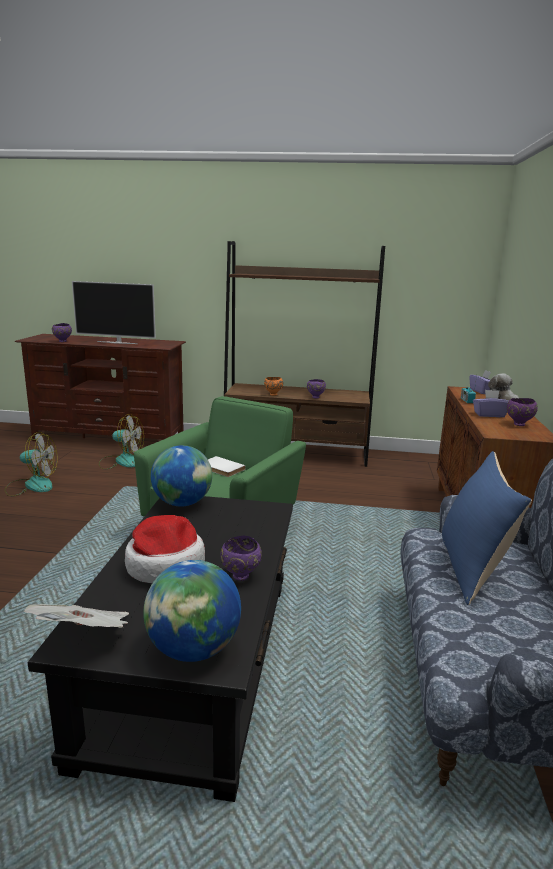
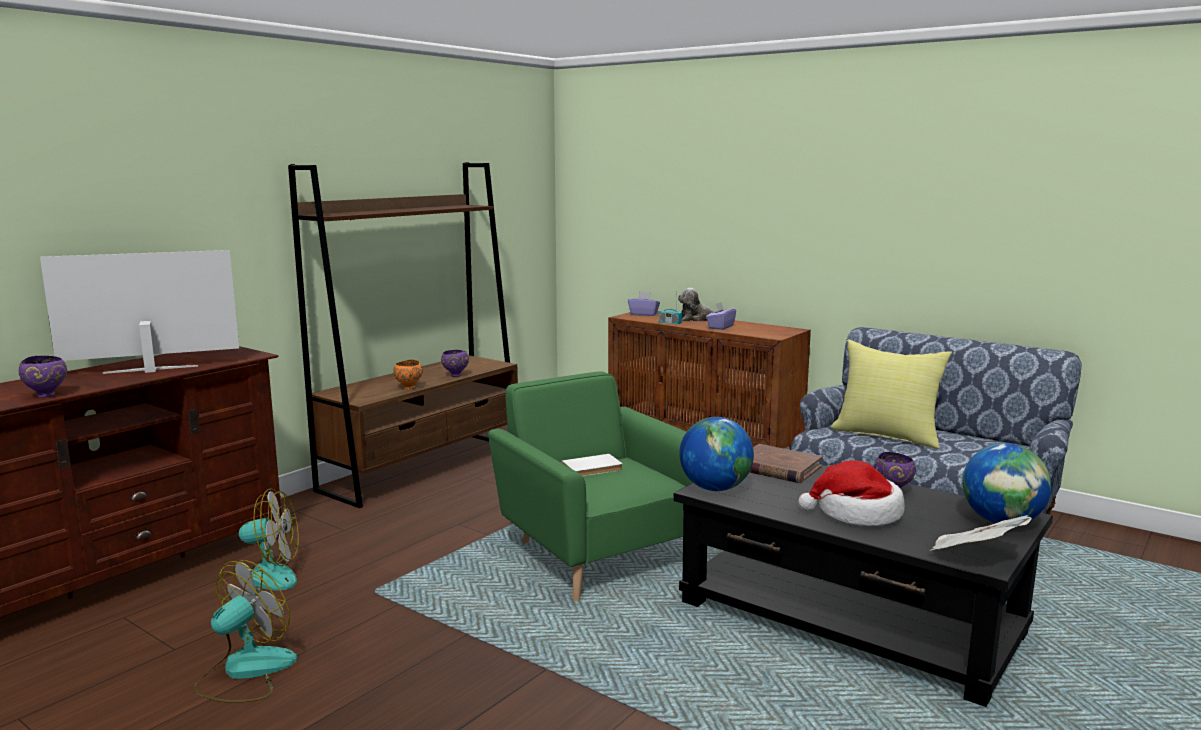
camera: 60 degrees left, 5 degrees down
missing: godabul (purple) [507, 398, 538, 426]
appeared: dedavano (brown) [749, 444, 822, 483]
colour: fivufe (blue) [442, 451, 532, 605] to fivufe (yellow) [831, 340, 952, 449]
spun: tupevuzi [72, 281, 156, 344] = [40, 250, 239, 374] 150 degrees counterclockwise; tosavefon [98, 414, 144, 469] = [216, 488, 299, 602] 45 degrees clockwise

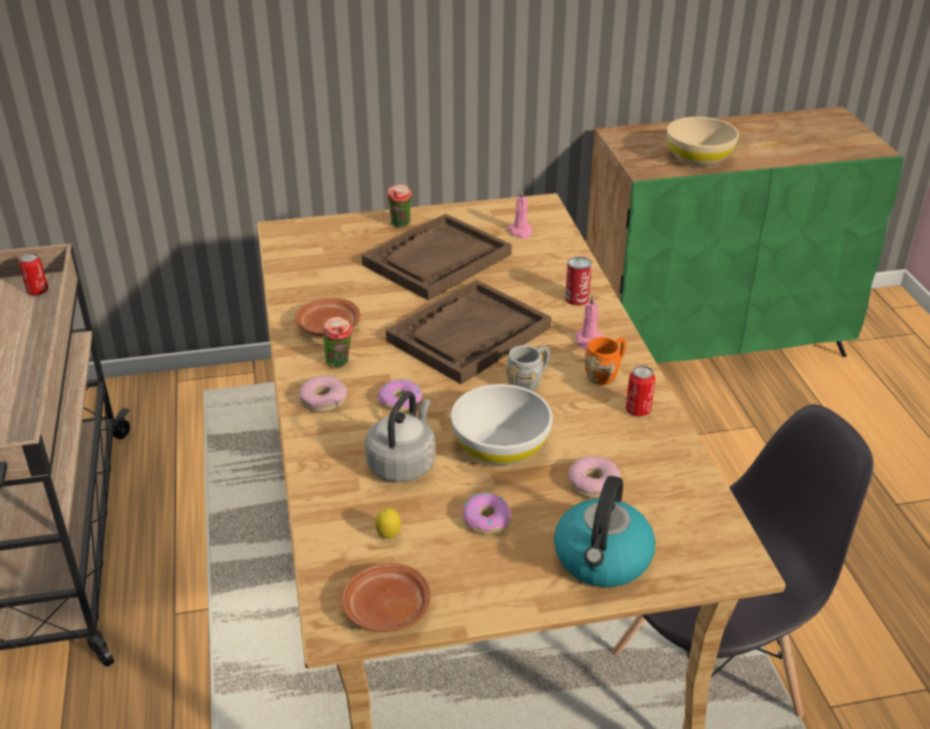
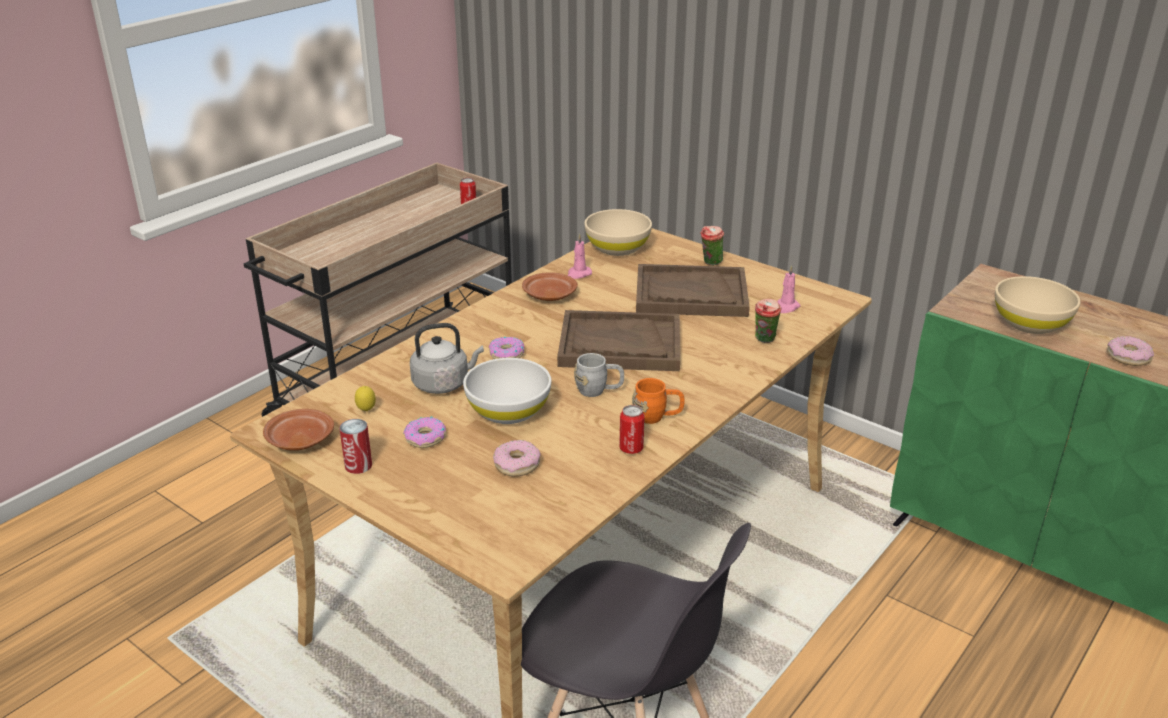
camera: 50 degrees right, 5 degrees down
missing: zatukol [554, 476, 655, 587]
appeared: godabul (beige) [584, 209, 652, 256]
relocated: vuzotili [565, 257, 592, 306] to [339, 419, 372, 474]; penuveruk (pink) [575, 294, 603, 350] to [568, 233, 592, 279]; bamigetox [321, 317, 353, 367] to [755, 299, 782, 343]; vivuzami [299, 376, 347, 412] to [1107, 336, 1154, 366]

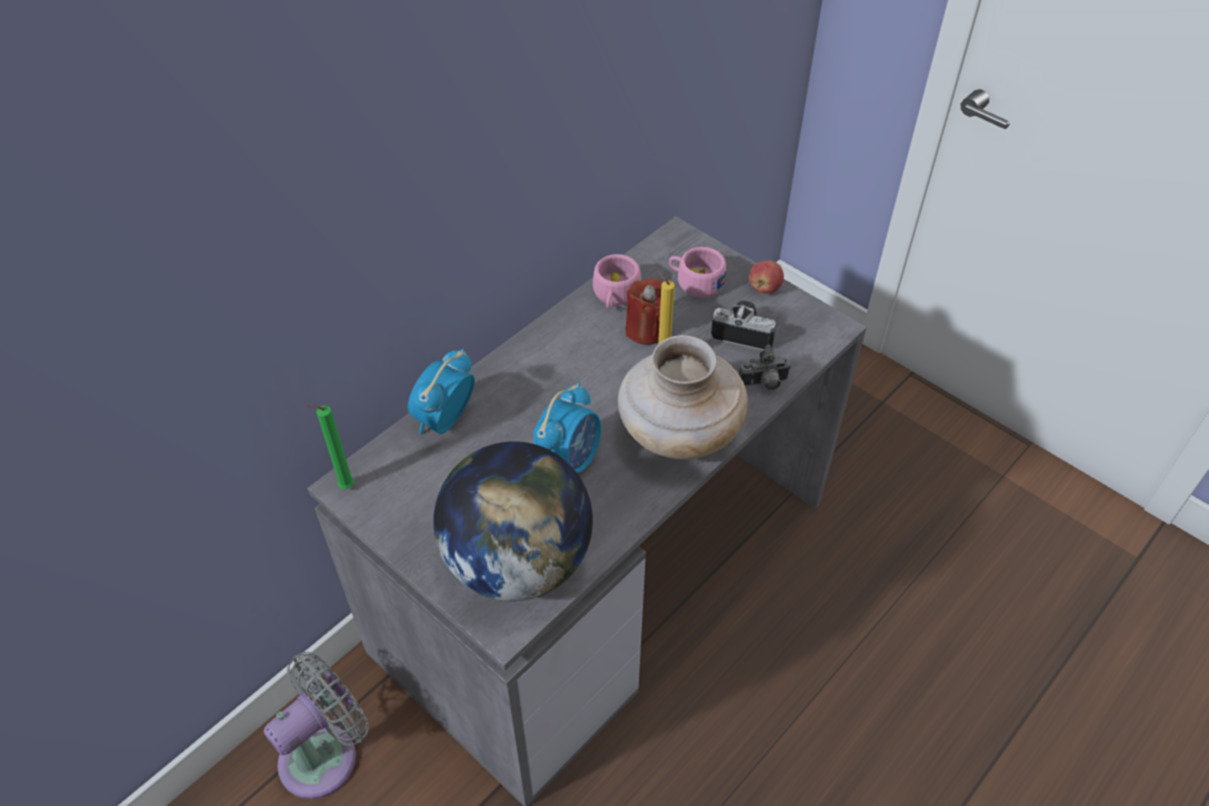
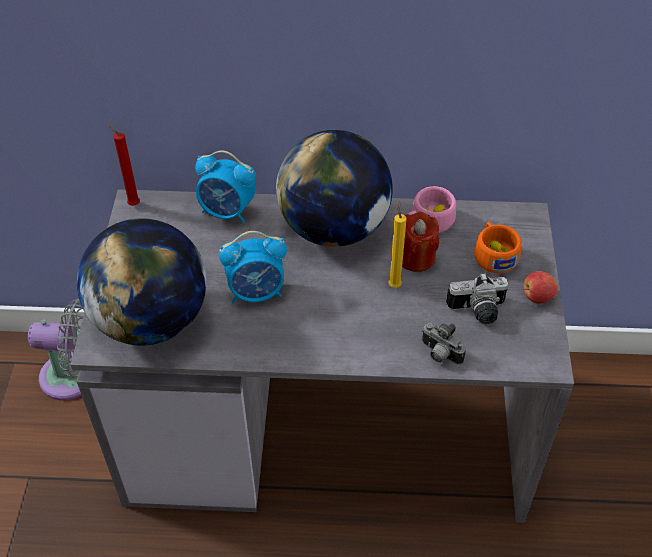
camera: 50 degrees right, 0 degrees up
missing: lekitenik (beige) [618, 335, 748, 459]
appeared: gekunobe [276, 130, 393, 247]
colour: bamigetox (pink) [669, 247, 726, 298] to bamigetox (orange) [474, 222, 522, 273]; penuveruk (green) [306, 404, 354, 489] to penuveruk (red) [108, 123, 140, 206]
spun: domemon [711, 301, 776, 350] = [446, 273, 508, 324] 105 degrees clockwise; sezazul [408, 349, 475, 435] = [195, 150, 256, 223] 150 degrees counterclockwise

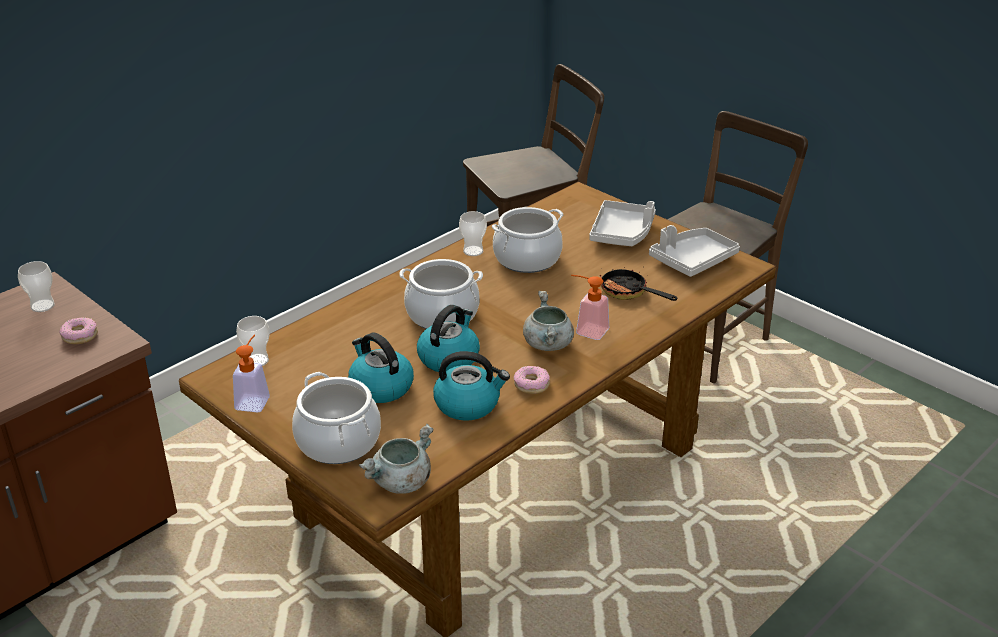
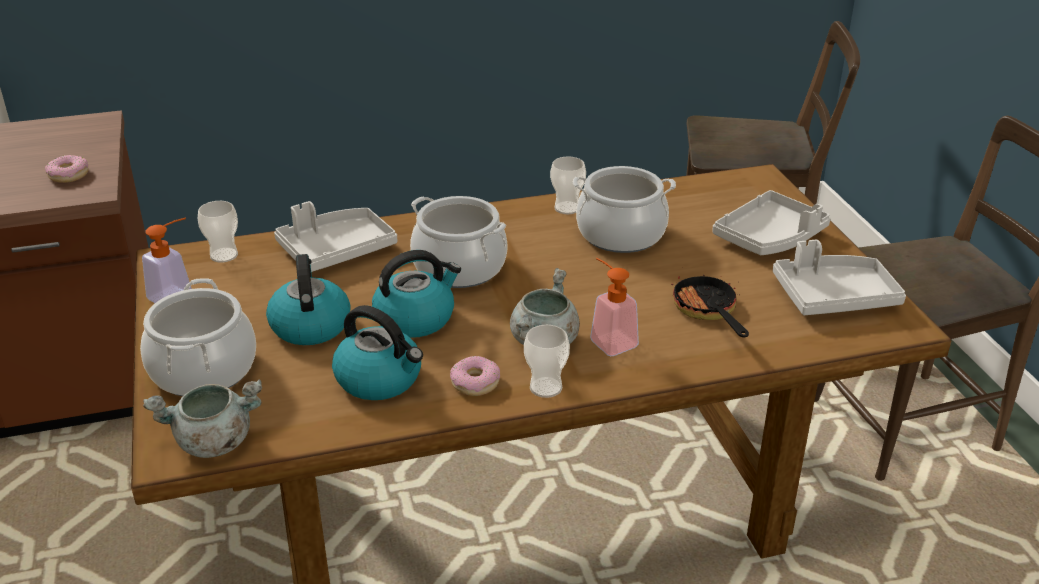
camera: 30 degrees right, 0 degrees up
appeared: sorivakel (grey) [274, 201, 397, 272]
relocated: bamigetox [18, 261, 55, 312] to [524, 325, 570, 398]

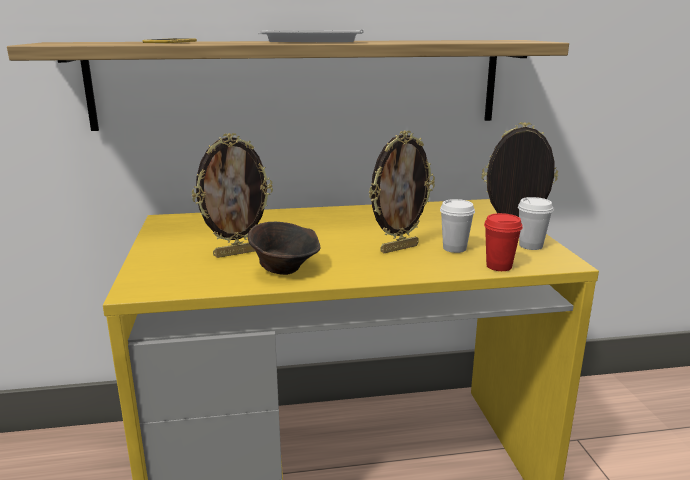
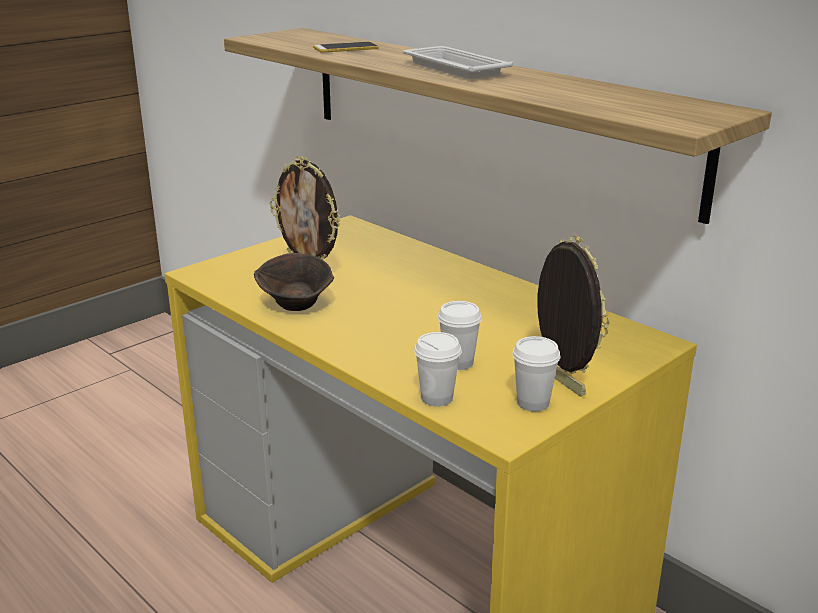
camera: 55 degrees right, 5 degrees up
missing: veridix [368, 130, 435, 253]
colour: bamigetox (red) [484, 213, 523, 271] to bamigetox (white) [414, 332, 462, 407]

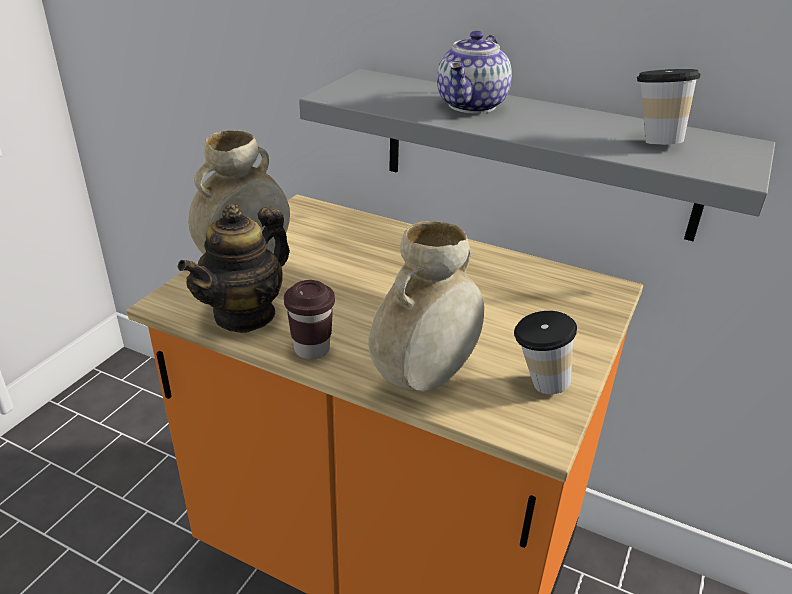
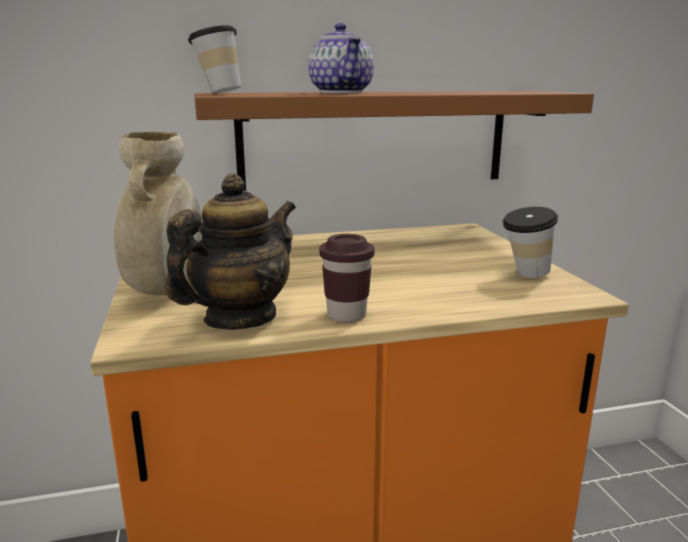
camera: 40 degrees left, 15 degrees down
missing: lekitenik (beige) [368, 221, 484, 392]
relocated: bamigetox [637, 69, 701, 145] to [188, 25, 241, 93]
colour: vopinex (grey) [299, 69, 775, 241] to vopinex (brown) [194, 91, 594, 191]
spun: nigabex [178, 204, 290, 333] = [165, 173, 296, 330] 135 degrees counterclockwise

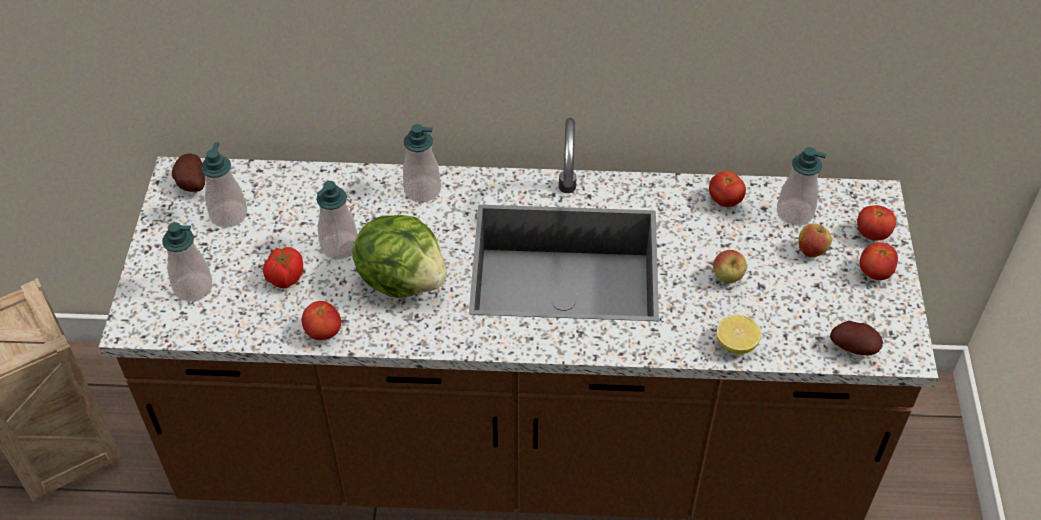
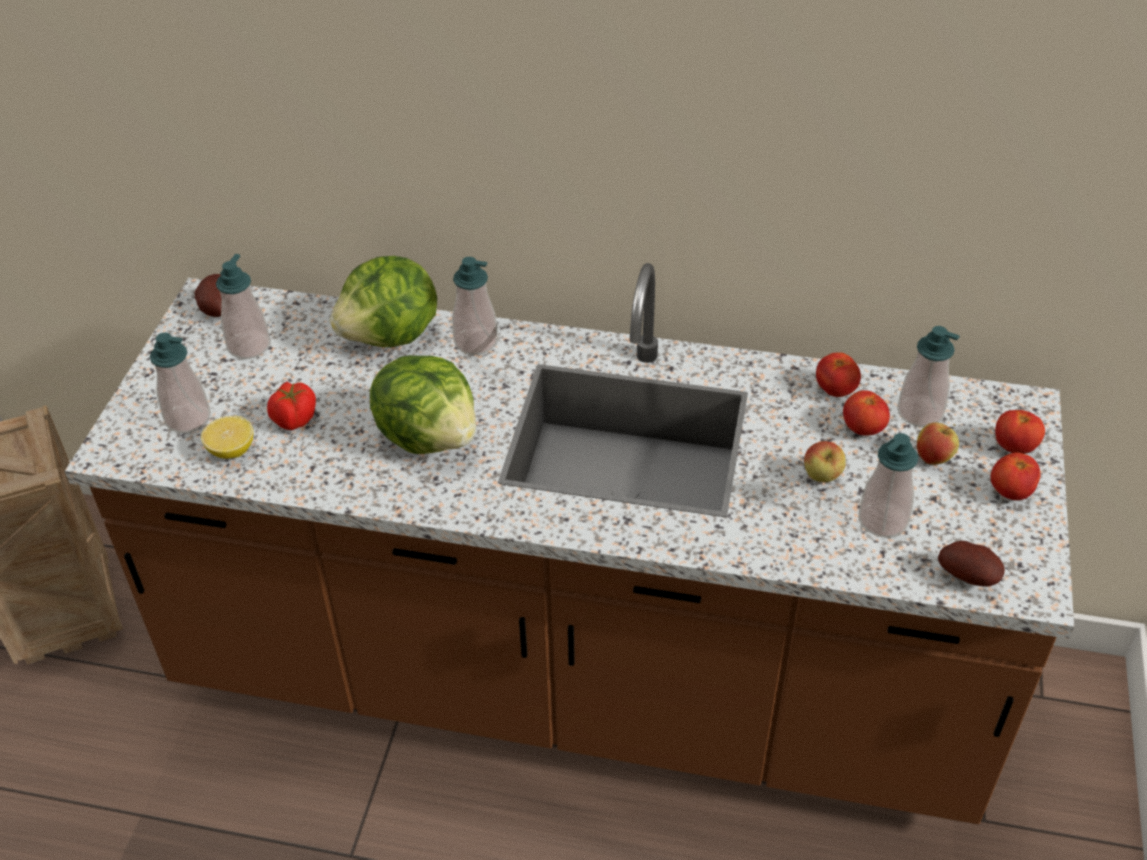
camera: 10 degrees right, 5 degrees down
appeared: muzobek [330, 256, 437, 347]
relocated: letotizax [316, 181, 358, 259] to [858, 433, 918, 538]; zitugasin [302, 301, 341, 340] to [843, 390, 890, 436]; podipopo [717, 315, 761, 354] to [201, 416, 253, 459]

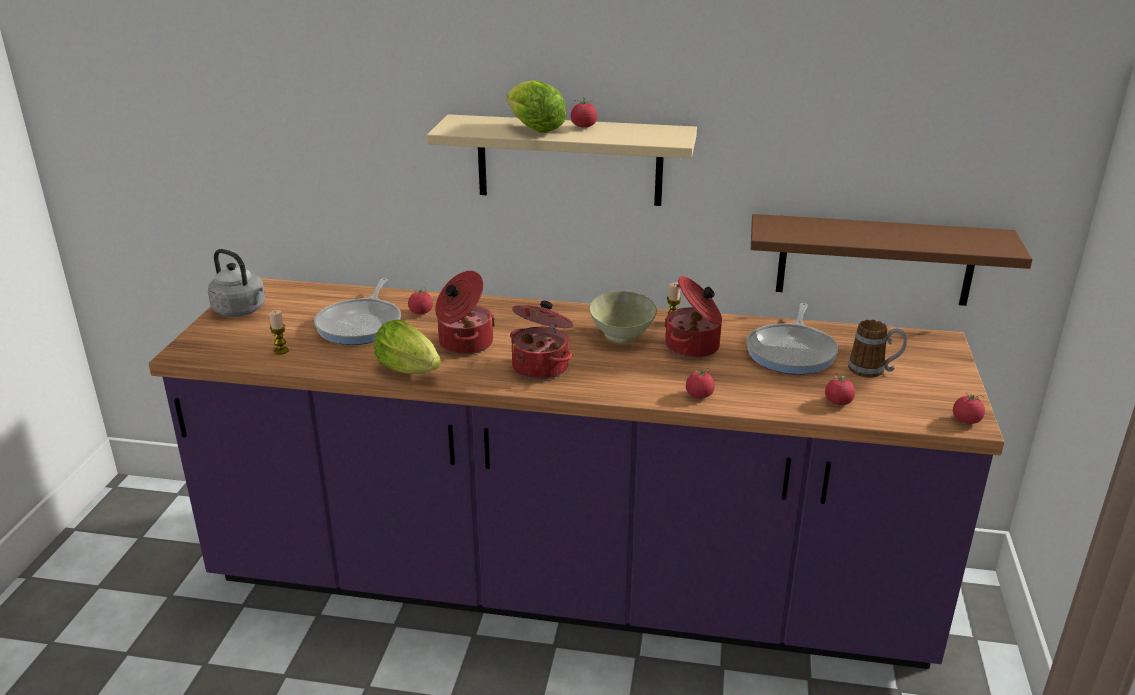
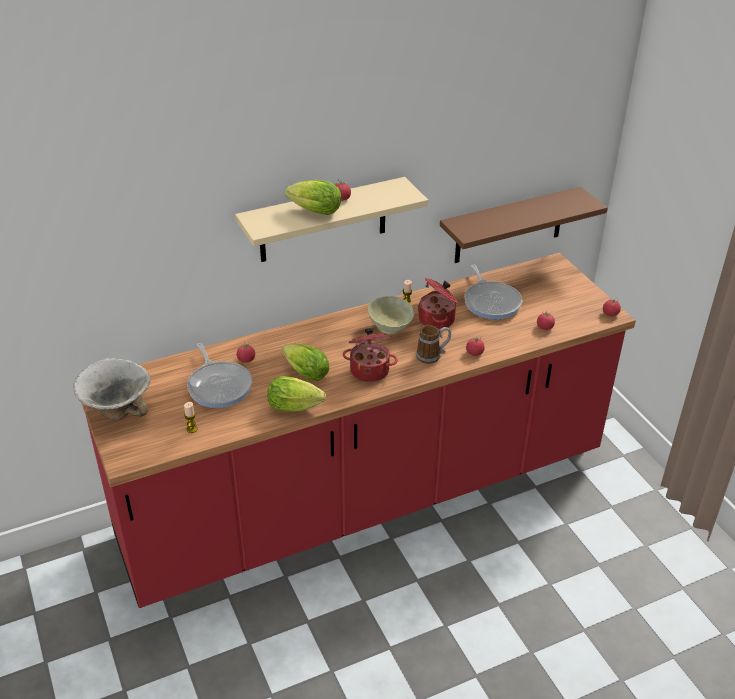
camera: 35 degrees left, 10 degrees up
relocated: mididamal [848, 320, 907, 378] to [416, 325, 451, 364]
exchanged: zatukol (grey) [208, 249, 265, 317] to godabul [73, 358, 150, 421]; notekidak [435, 271, 495, 355] to muzobek [282, 344, 330, 381]
colour: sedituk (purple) [148, 278, 1004, 669] to sedituk (red) [82, 253, 636, 608]

